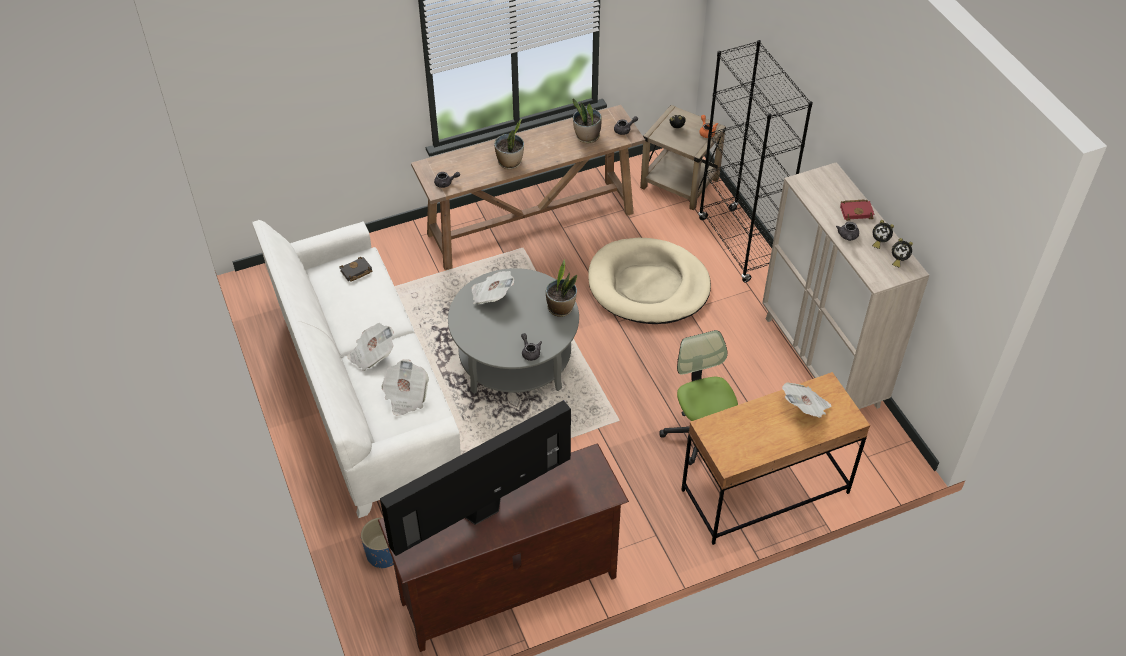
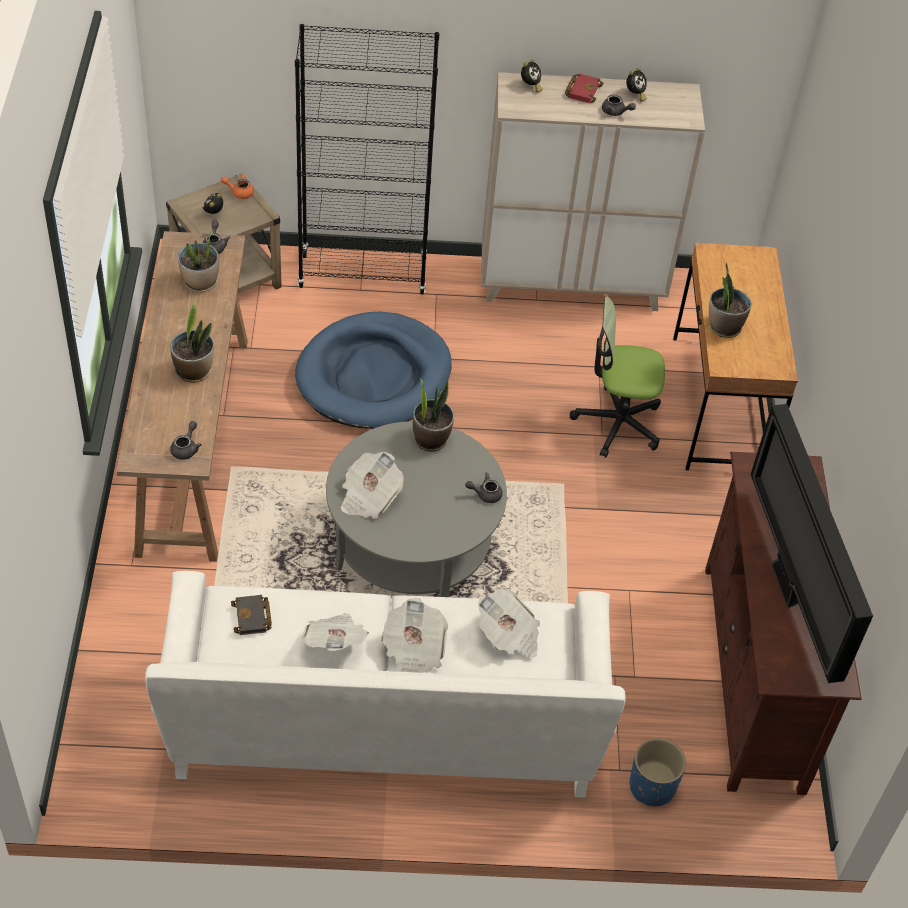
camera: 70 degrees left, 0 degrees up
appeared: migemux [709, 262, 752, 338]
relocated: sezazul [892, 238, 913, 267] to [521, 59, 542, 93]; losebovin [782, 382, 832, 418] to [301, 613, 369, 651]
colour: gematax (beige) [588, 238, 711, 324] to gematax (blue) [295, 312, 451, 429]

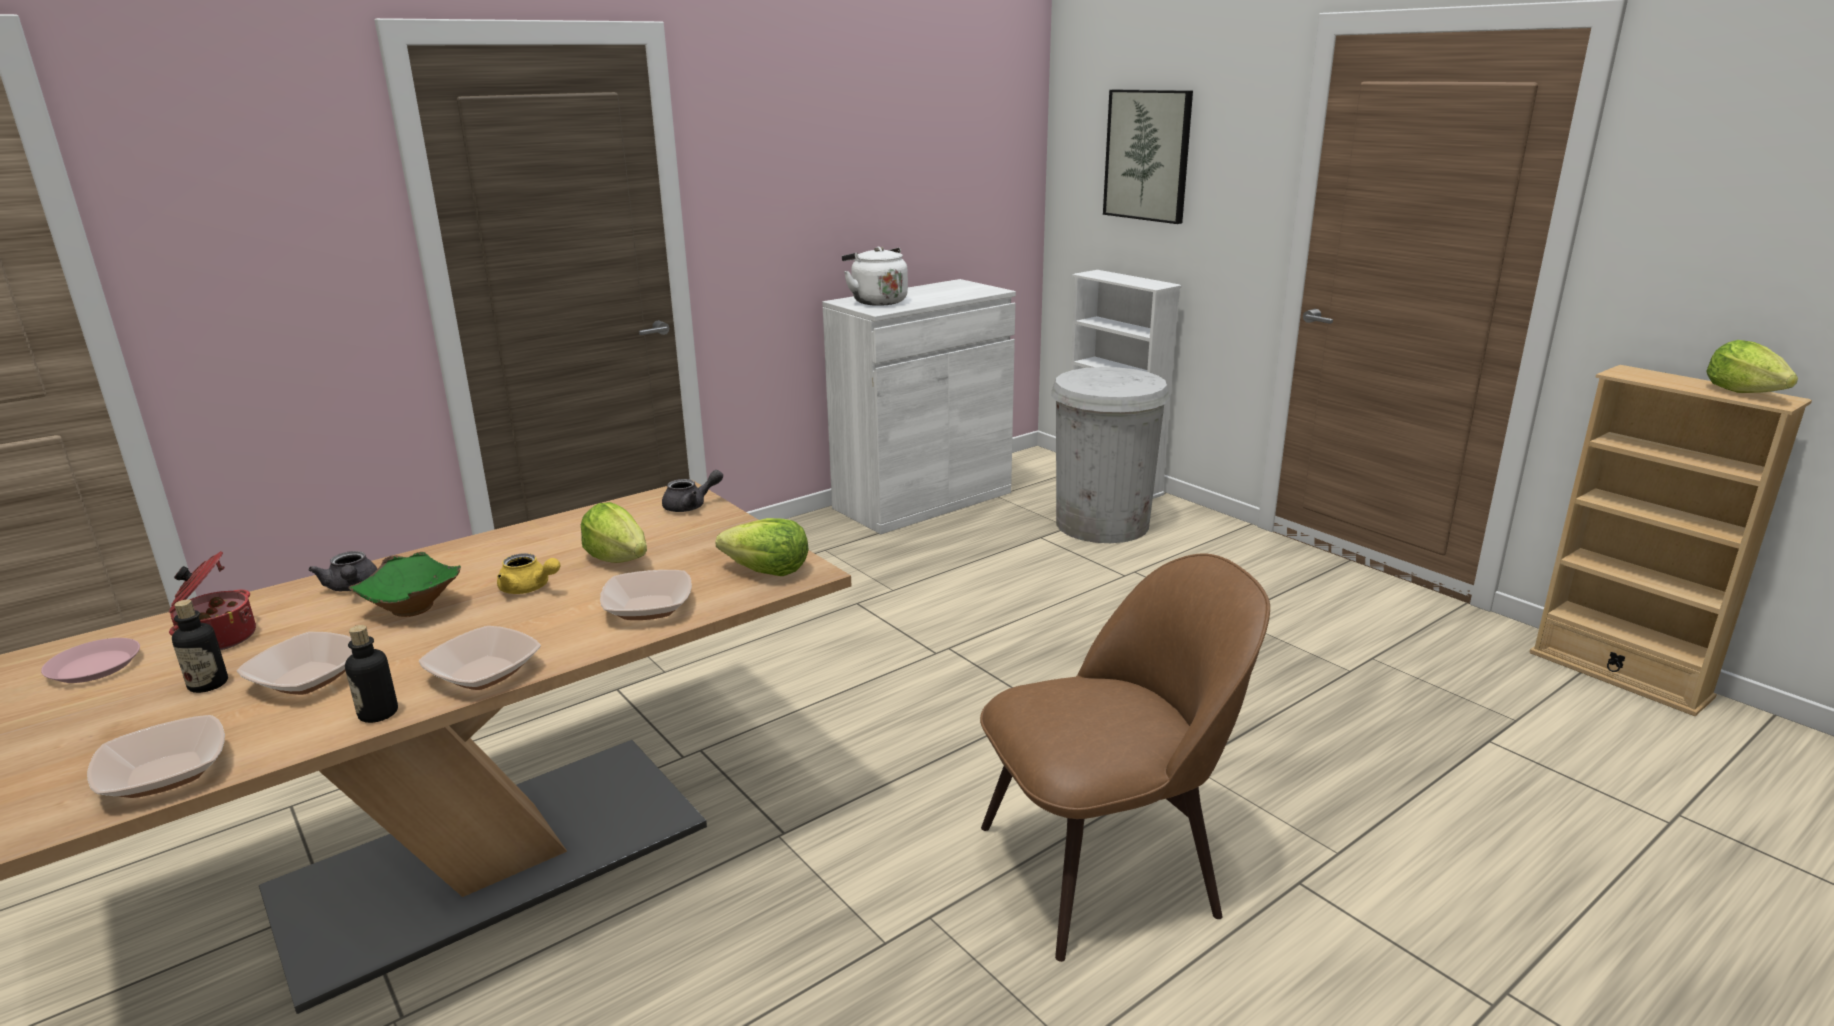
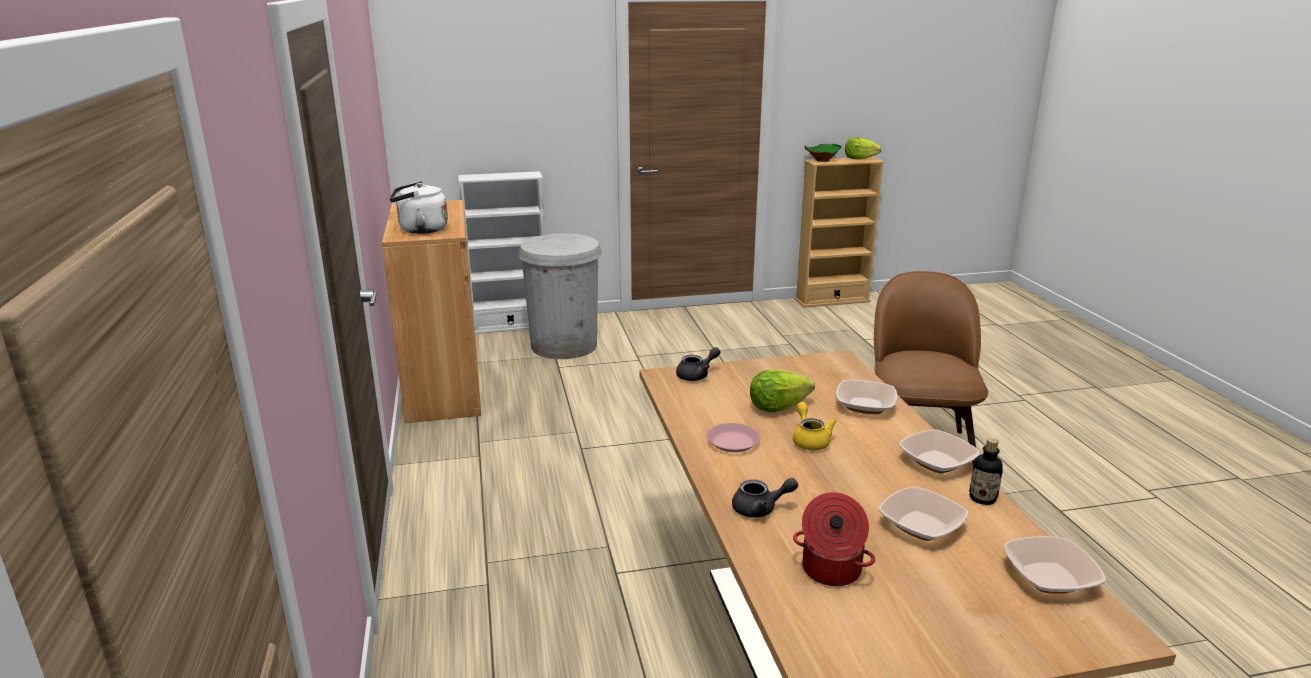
camera: 65 degrees left, 0 degrees up
missing: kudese [1103, 90, 1193, 224]; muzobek [715, 518, 809, 576]; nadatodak [172, 599, 228, 693]
relocated: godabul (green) [348, 552, 461, 617] to [805, 143, 842, 162]; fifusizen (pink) [41, 638, 140, 683] to [706, 423, 760, 452]
colour: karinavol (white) [822, 279, 1016, 534] to karinavol (brown) [382, 200, 481, 423]
spun: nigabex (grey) [662, 470, 723, 512] = [676, 347, 720, 381] 60 degrees clockwise; nigabex (yellow) [497, 553, 561, 594] = [793, 402, 837, 450] 60 degrees counterclockwise

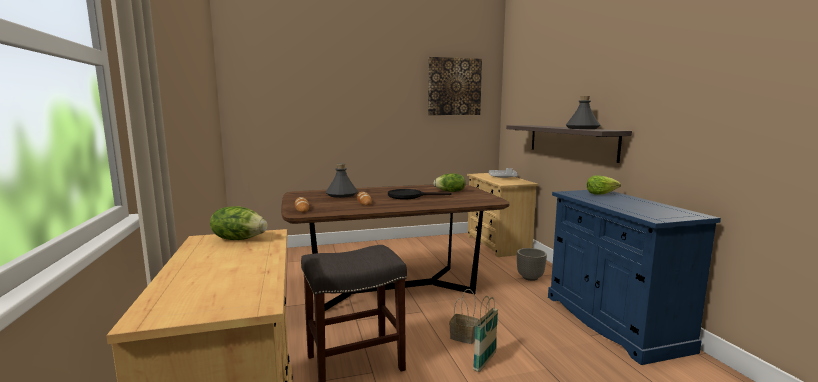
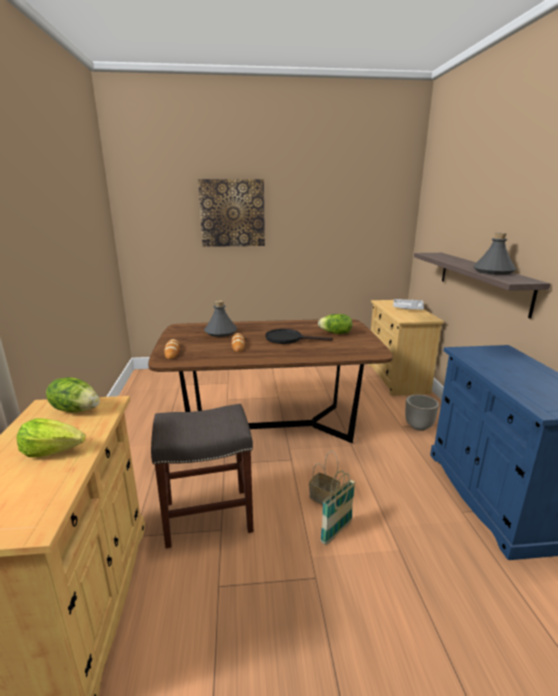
camera: 10 degrees right, 10 degrees up
relocated: kudese [428, 57, 482, 115] to [198, 179, 265, 247]; muzobek [587, 175, 621, 195] to [17, 419, 86, 457]

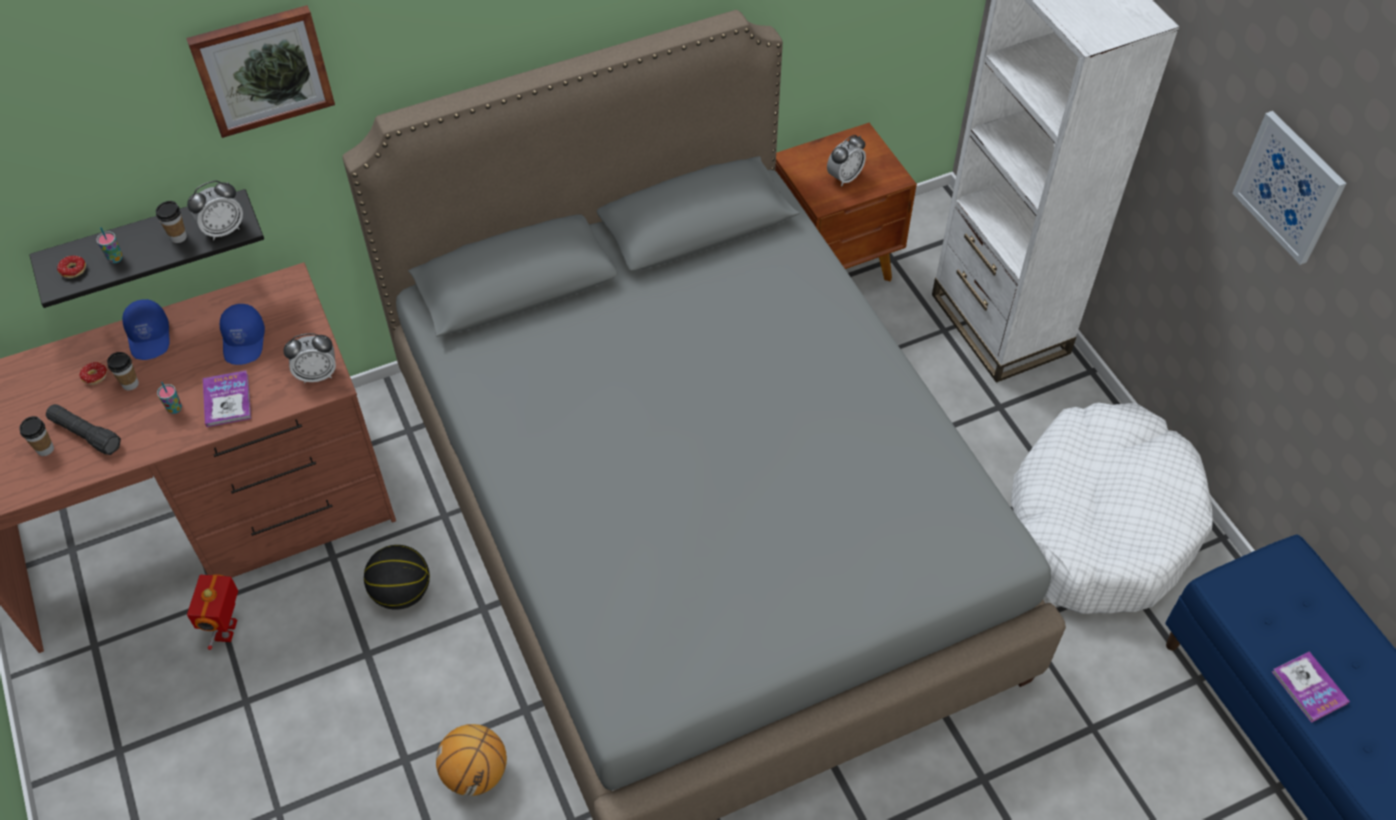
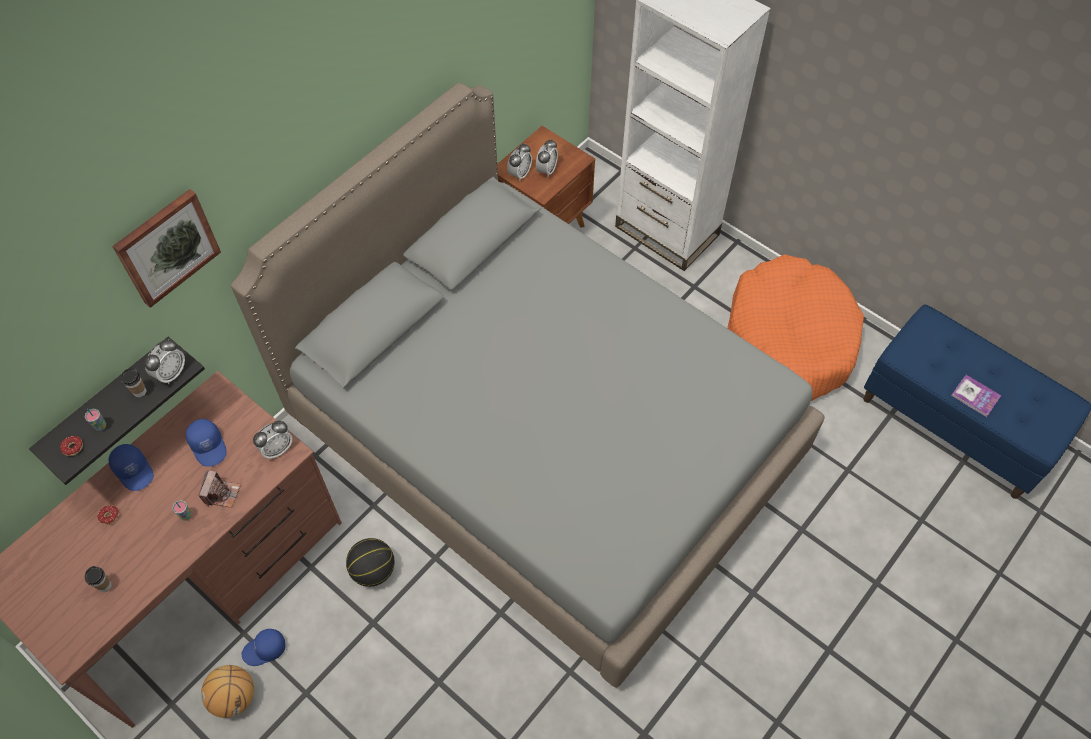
camera: 25 degrees left, 5 degrees up
missing: kudese [1232, 111, 1346, 265]; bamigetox [107, 352, 139, 390]; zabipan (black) [46, 404, 121, 455]
appeared: sezazul [507, 143, 532, 181]
relocated: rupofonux [436, 724, 507, 796] to [201, 665, 254, 718]
exchanged: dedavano [203, 370, 251, 427] to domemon [198, 470, 241, 508]; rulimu [187, 574, 238, 650] to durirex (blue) [241, 629, 286, 666]
colour: gematax (white) [1011, 402, 1213, 614] to gematax (orange) [727, 254, 864, 401]

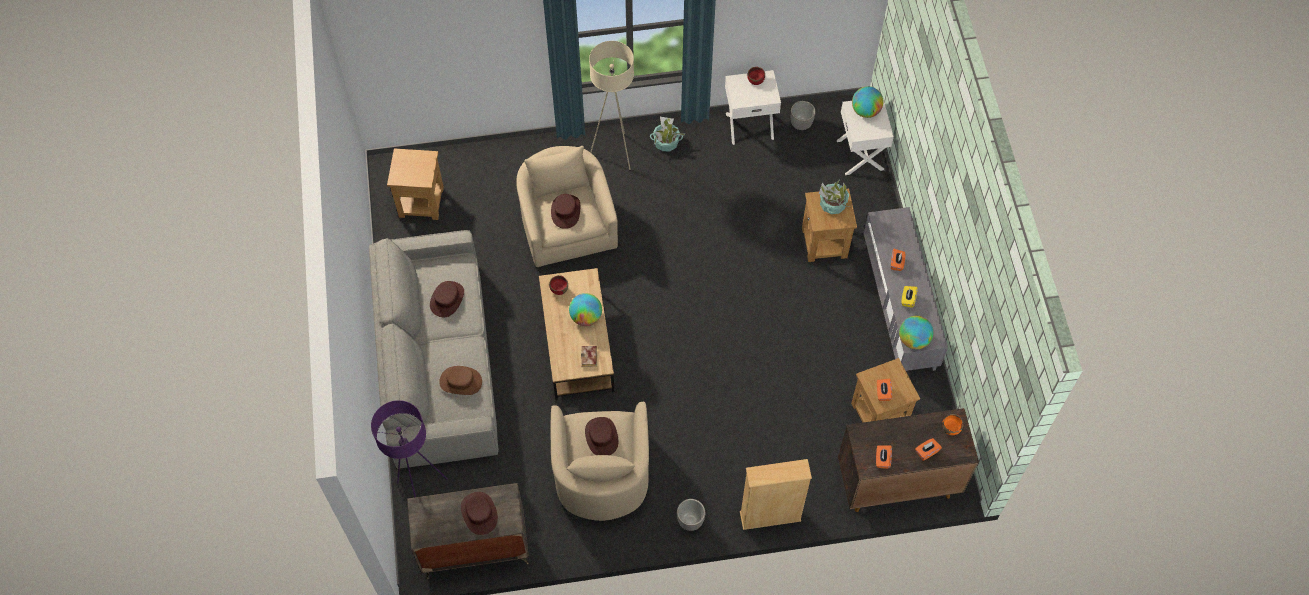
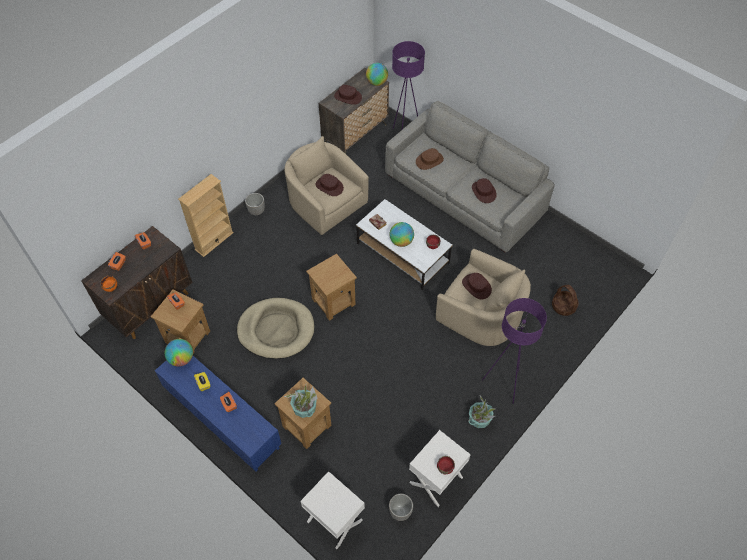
camera: 140 degrees right, 5 degrees down
appeared: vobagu [552, 285, 579, 316]; gematax (beige) [237, 298, 315, 359]
relocated: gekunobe [852, 86, 884, 118] to [366, 63, 388, 86]; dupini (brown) [387, 148, 444, 220] to [306, 254, 357, 321]
colour: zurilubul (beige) [589, 41, 634, 170] to zurilubul (purple) [482, 298, 547, 404]; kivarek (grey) [863, 207, 948, 371] to kivarek (blue) [155, 356, 281, 472]; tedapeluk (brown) [539, 268, 615, 400] to tedapeluk (white) [356, 199, 453, 290]

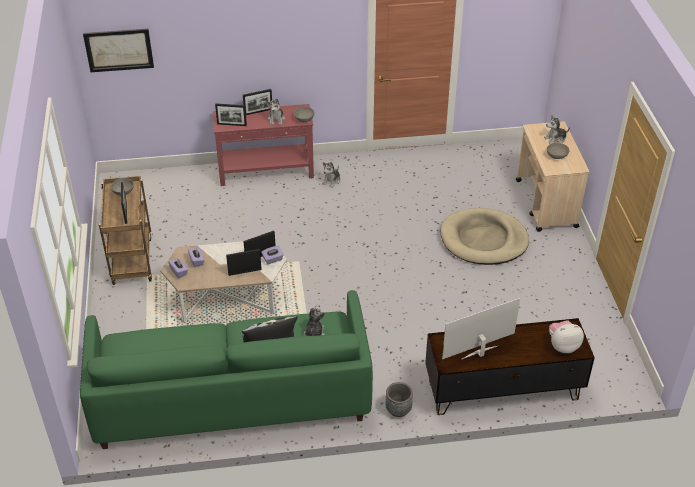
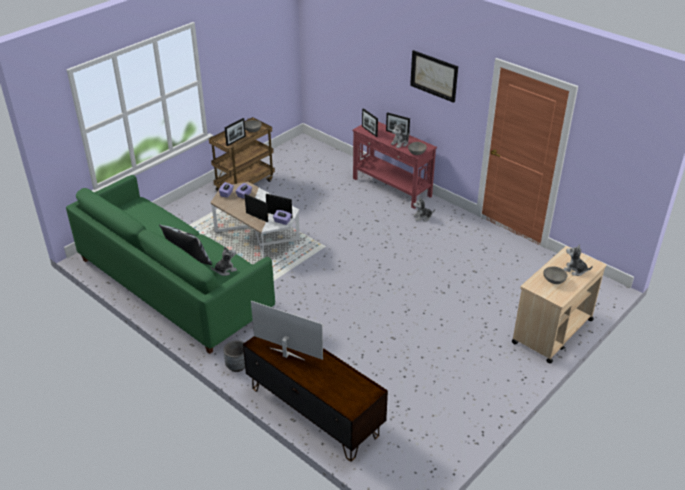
camera: 50 degrees right, 5 degrees down
missing: gematax (beige) [440, 208, 529, 265]; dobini [549, 321, 584, 353]
relocated: kudese [83, 29, 154, 72] to [410, 50, 458, 103]

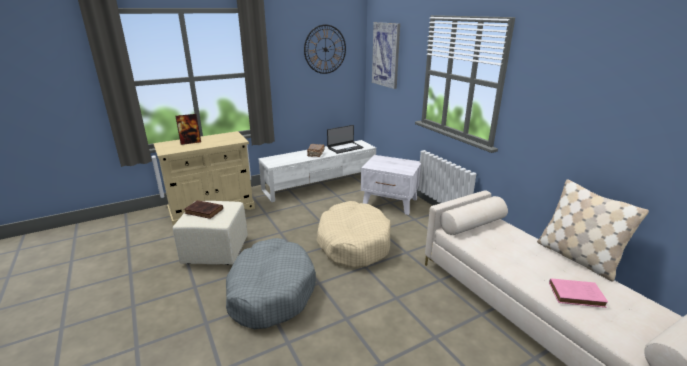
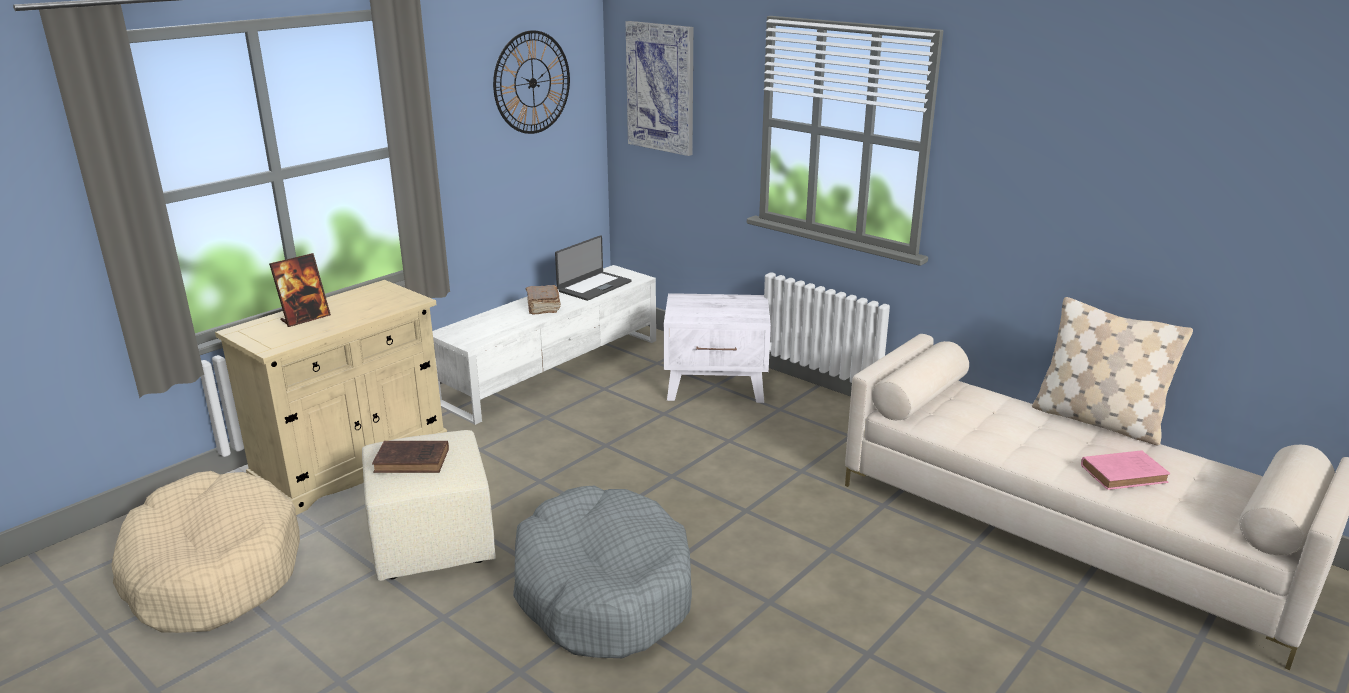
camera: 20 degrees left, 0 degrees up
relocated: gematax (beige) [316, 201, 391, 269] to [111, 471, 300, 633]

